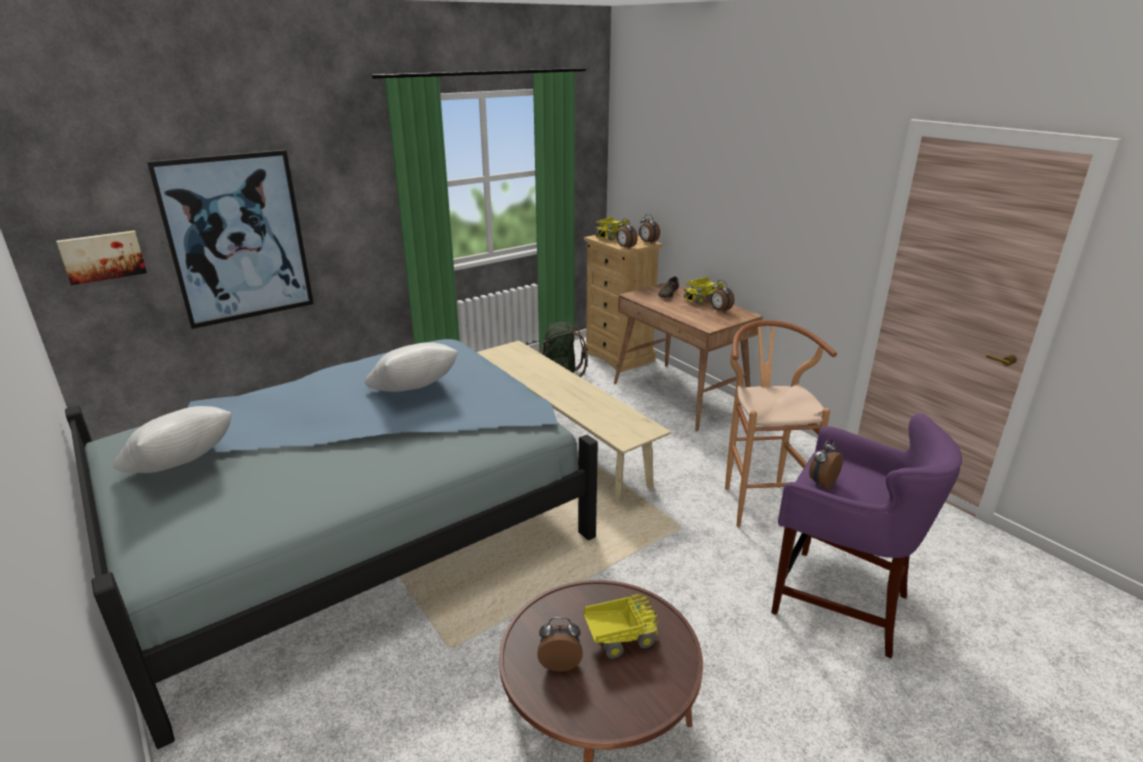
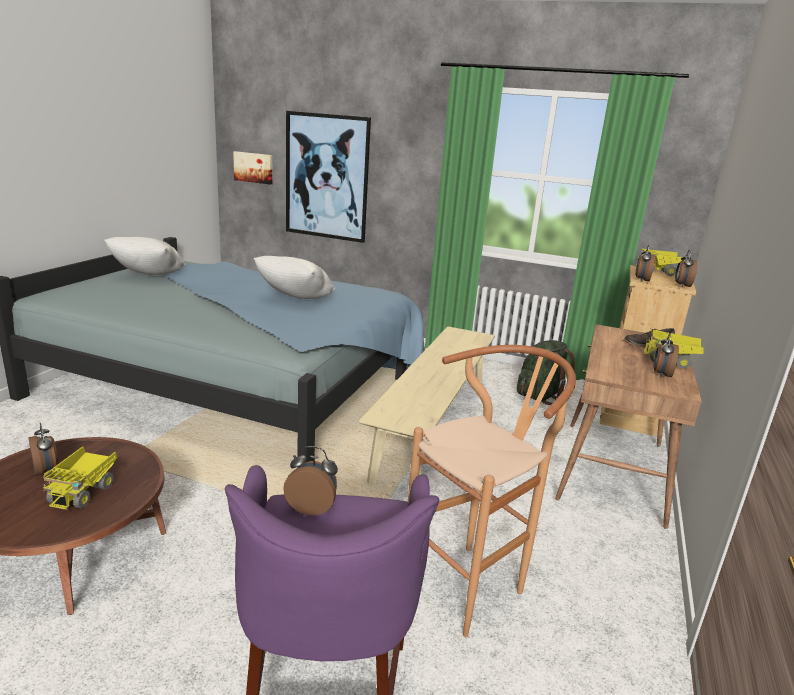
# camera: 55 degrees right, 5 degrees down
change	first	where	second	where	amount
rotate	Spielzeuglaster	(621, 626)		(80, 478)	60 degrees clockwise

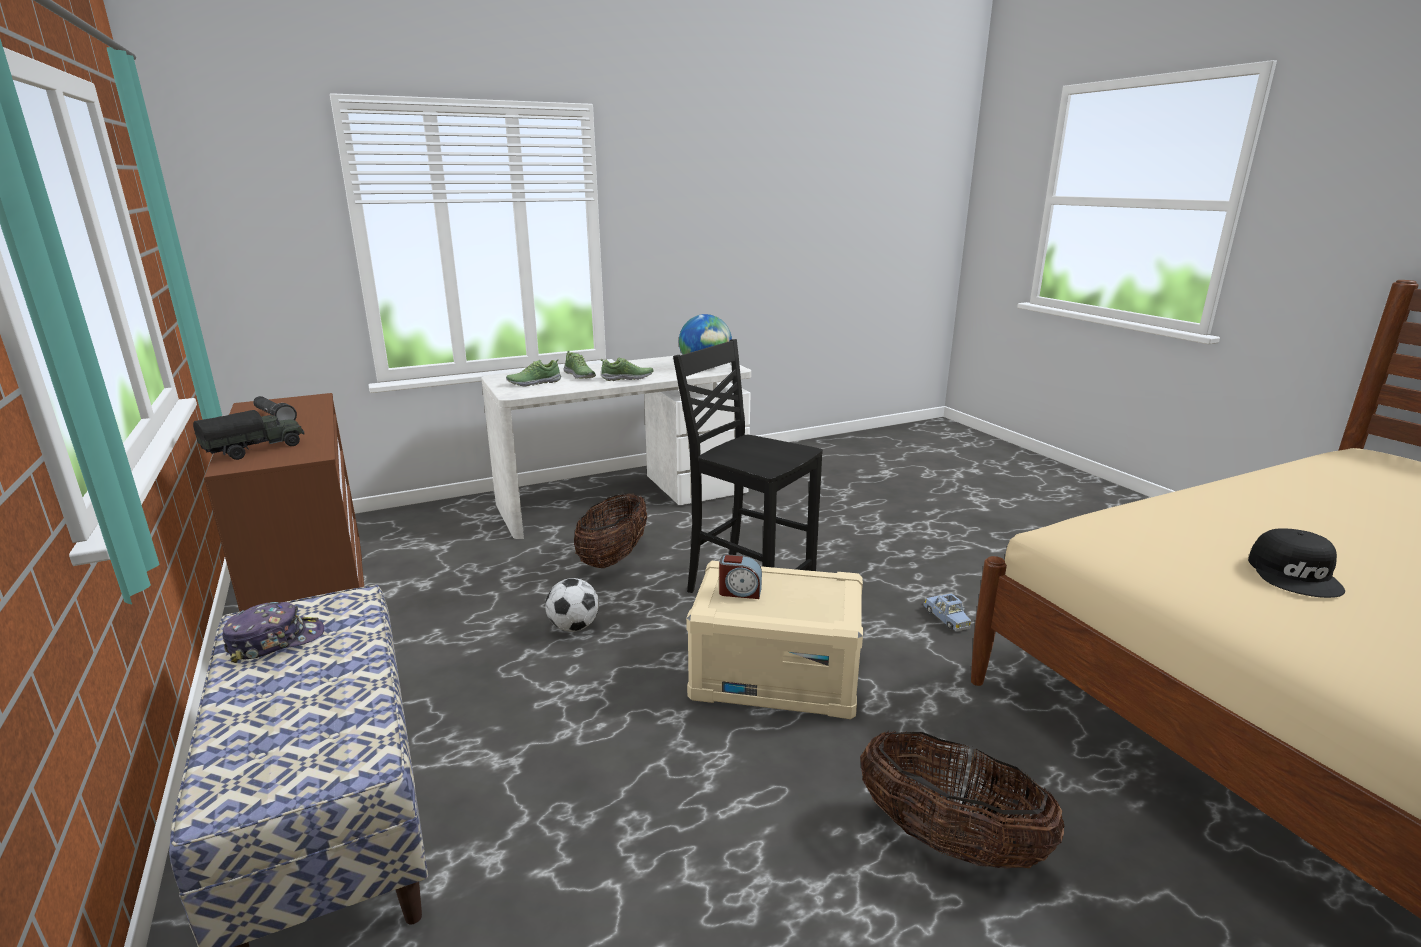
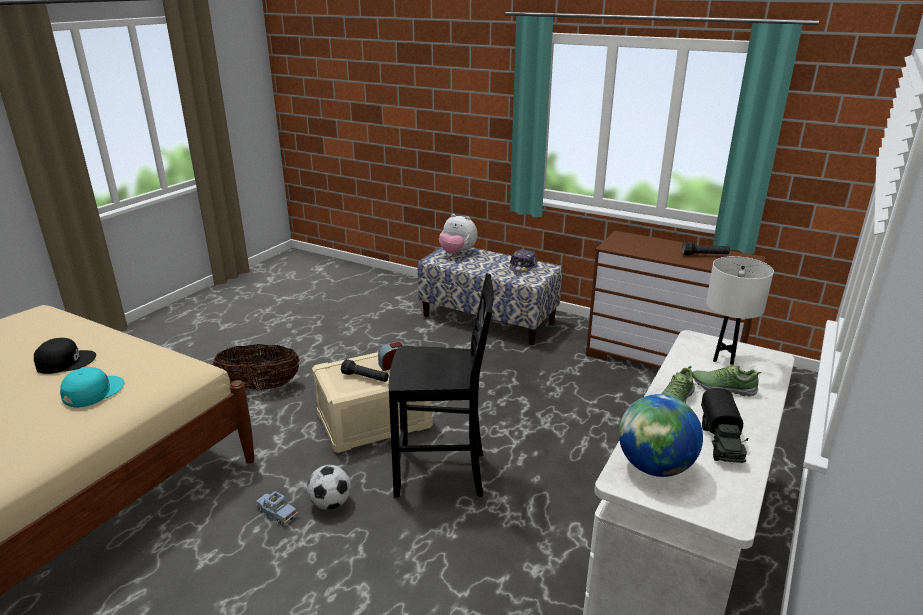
# camera: 145 degrees right, 5 degrees up
change	first	where	second	where	amount
move	Spielzeuglaster	(248, 435)		(724, 425)	
replace	Schuh	(533, 373)	Tischlampe/weiß	(740, 310)	
move	Fußball	(572, 605)		(329, 487)	
delete	Korb	(610, 530)			
rotate	Kappe/schwarz	(1296, 563)		(65, 356)	90 degrees clockwise
insert			Kappe/türkis	(92, 387)	
insert			Taschenlampe/schwarz	(365, 370)	
insert			Plüschtier	(458, 234)	

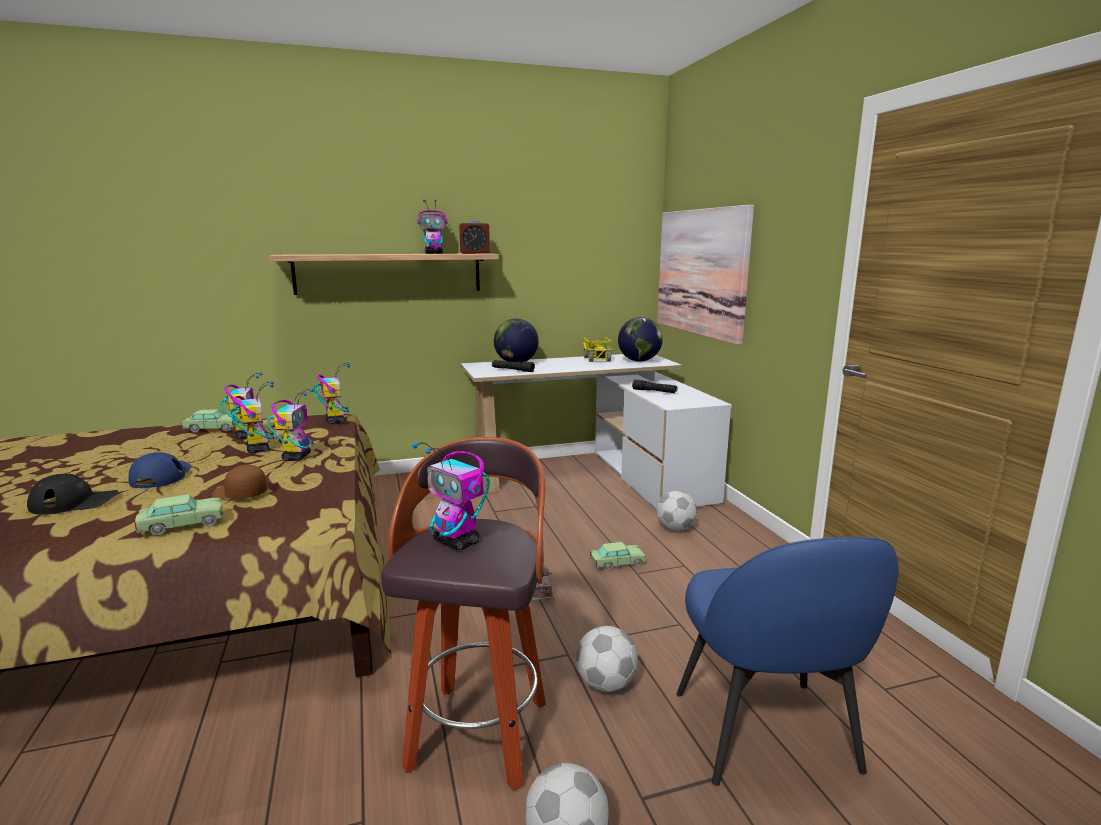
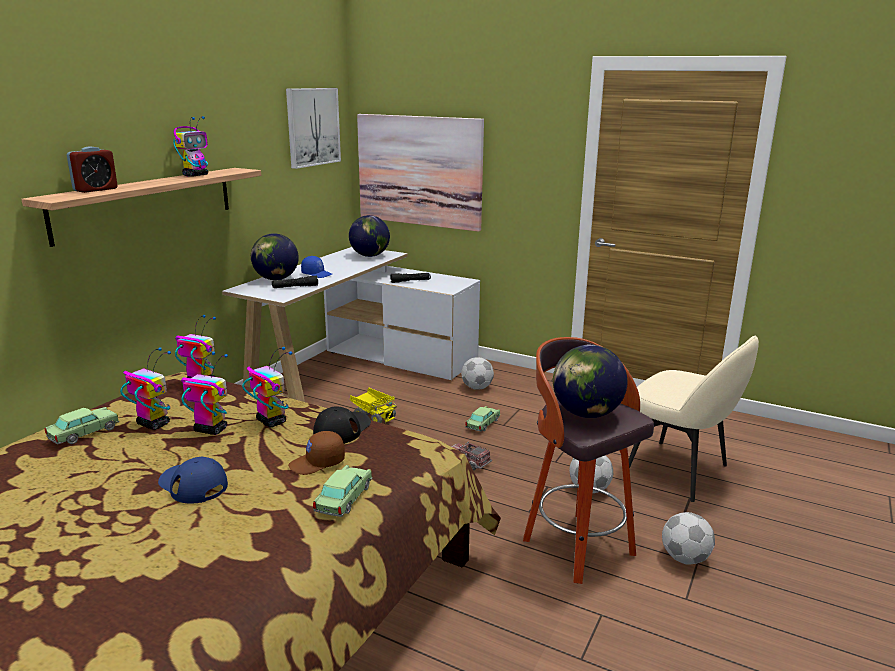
# camera: 45 degrees left, 5 degrees up
change	first	where	second	where	amount
move	Kappe/schwarz	(72, 494)		(342, 425)	
replace	Spielzeugroboter	(451, 496)	Globus	(590, 381)	
move	Wecker	(474, 237)		(92, 169)	
move	Spielzeuglaster	(597, 349)		(373, 405)	
recolor	Stuhl/blau	(787, 661)	Stuhl/beige	(694, 418)	
insert			Bild	(313, 128)	
insert			Kappe/blau	(316, 267)	

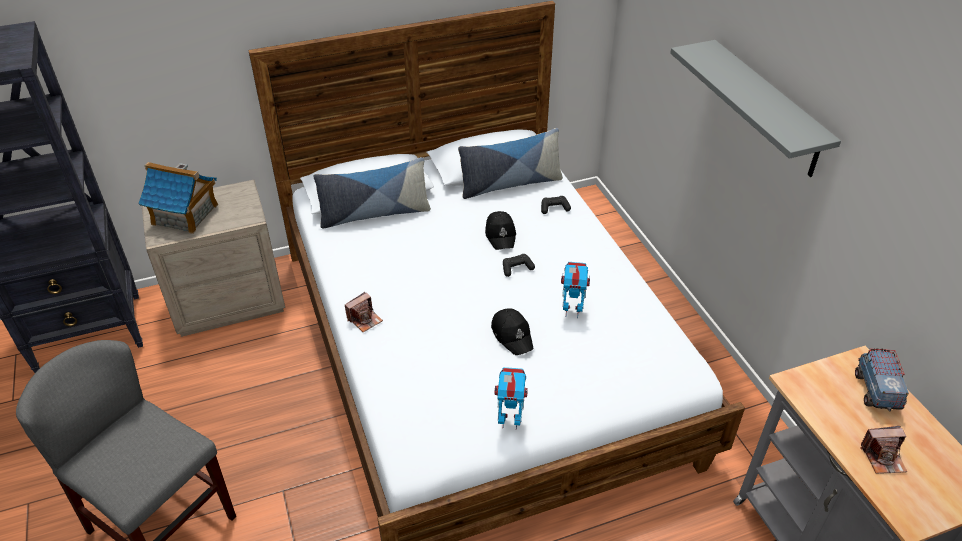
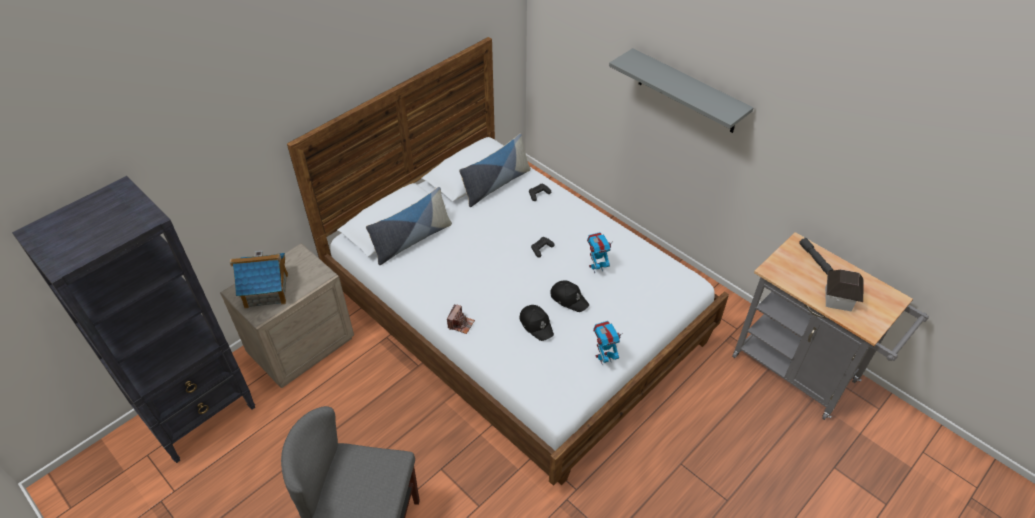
# camera: 25 degrees left, 5 degrees up
change	first	where	second	where	amount
move	Kappe/schwarz	(500, 230)		(537, 323)	
replace	Spielzeuglaster	(882, 379)	Taschenlampe/grau	(816, 256)	
replace	Kamera	(883, 450)	Spielzeughaus	(844, 290)	

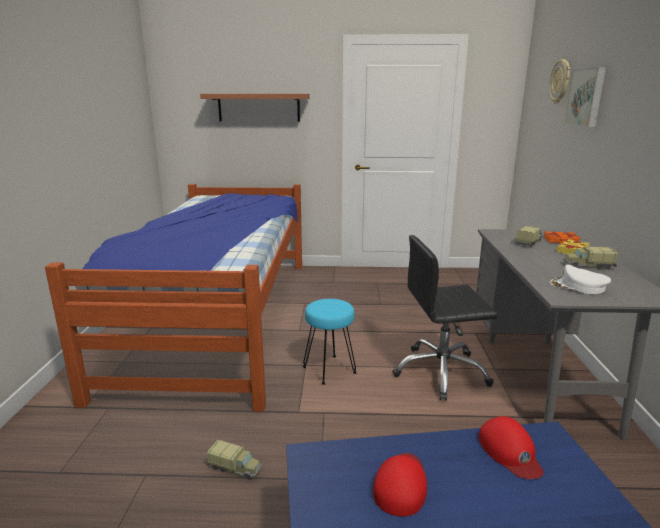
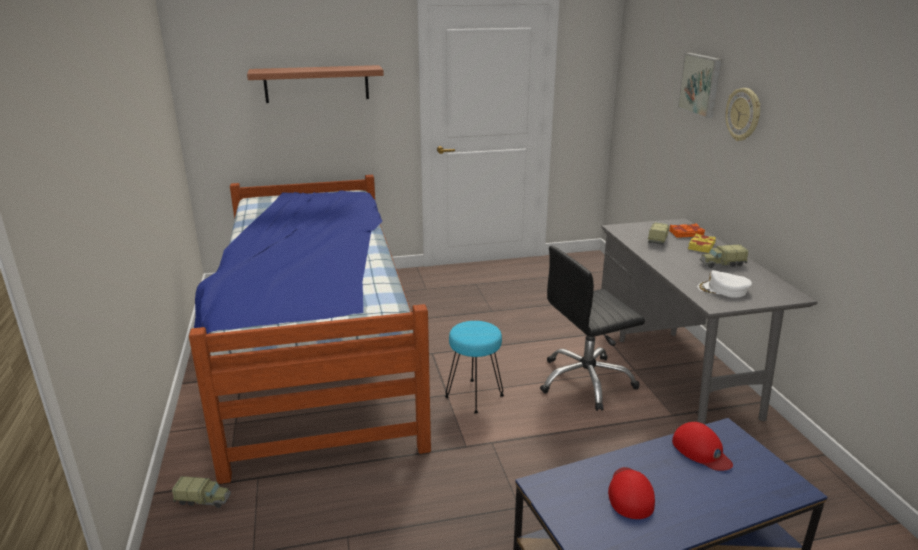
# camera: 15 degrees left, 5 degrees up
change	first	where	second	where	amount
move	Spielzeuglaster	(234, 460)		(201, 492)	
move	Wanduhr	(559, 81)		(743, 114)	

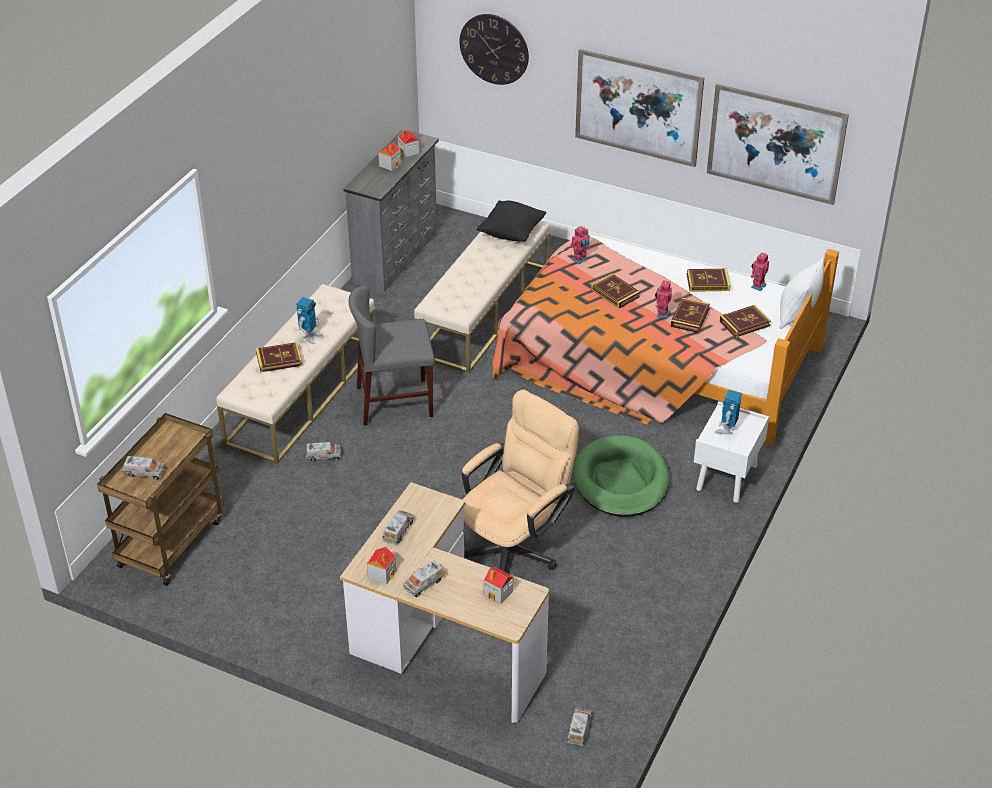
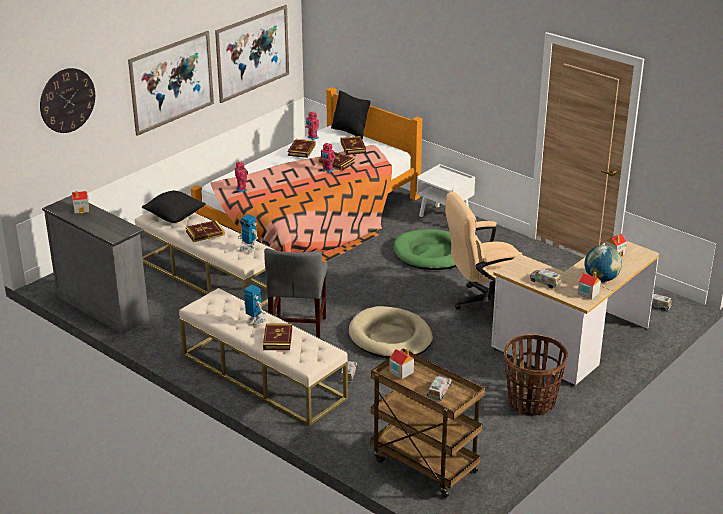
# camera: 75 degrees left, 10 degrees down
change	first	where	second	where	amount
move	Spielzeughaus	(389, 156)		(401, 364)	
replace	Spielzeuglaster	(424, 578)	Globus	(603, 263)	
rotate	Bürostuhl/beige	(520, 481)		(483, 251)	75 degrees counterclockwise
move	Buch	(615, 291)		(205, 231)	
move	Spielzeugroboter	(728, 412)		(248, 234)	
recolor	Kissen/weiß	(801, 293)	Kissen/schwarz	(351, 114)	
insert			Hundebett/beige	(391, 332)	
insert			Korb	(535, 375)	

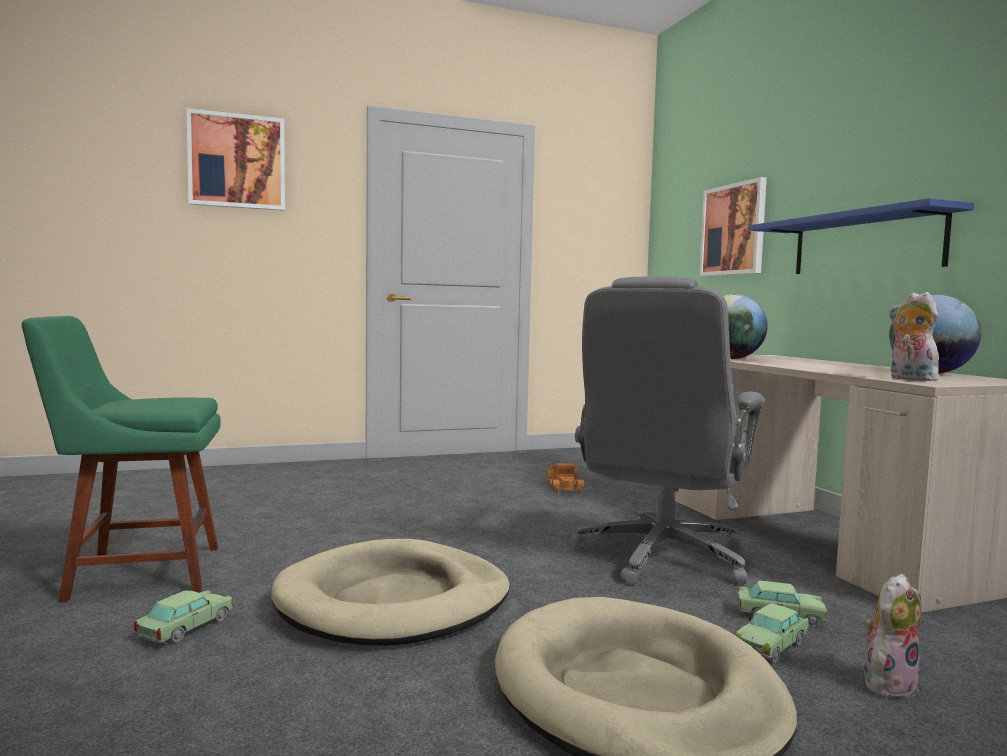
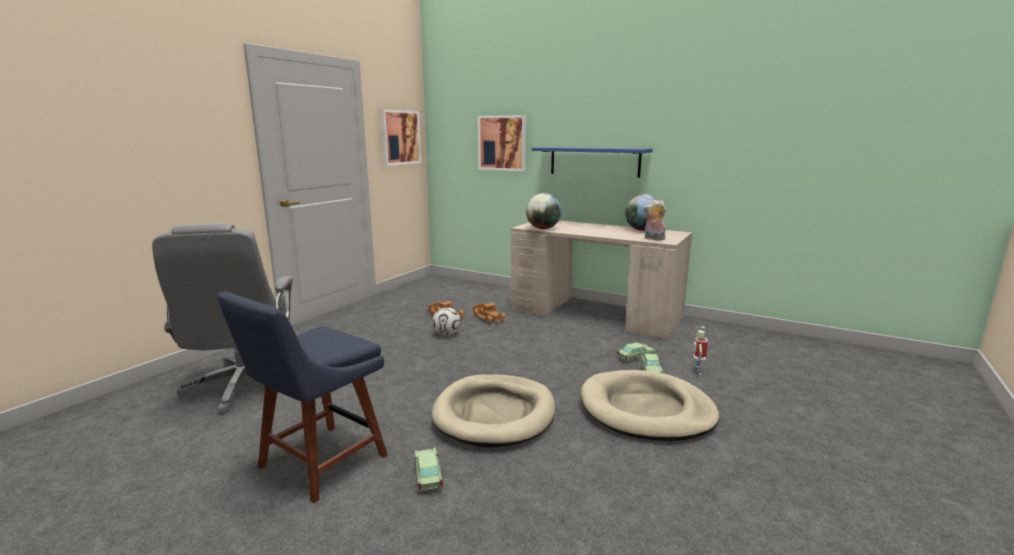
# camera: 40 degrees left, 10 degrees up
change	first	where	second	where	amount
recolor	Stuhl/grün	(121, 459)	Stuhl/blau	(302, 397)	
move	Bild	(235, 159)		(401, 137)	
move	Bürostuhl/grau	(668, 430)		(222, 318)	
replace	Plüschtier	(892, 636)	Spielzeugroboter	(700, 350)	
insert			Fußball	(446, 321)	
insert			Spielzeuglaster	(489, 313)	

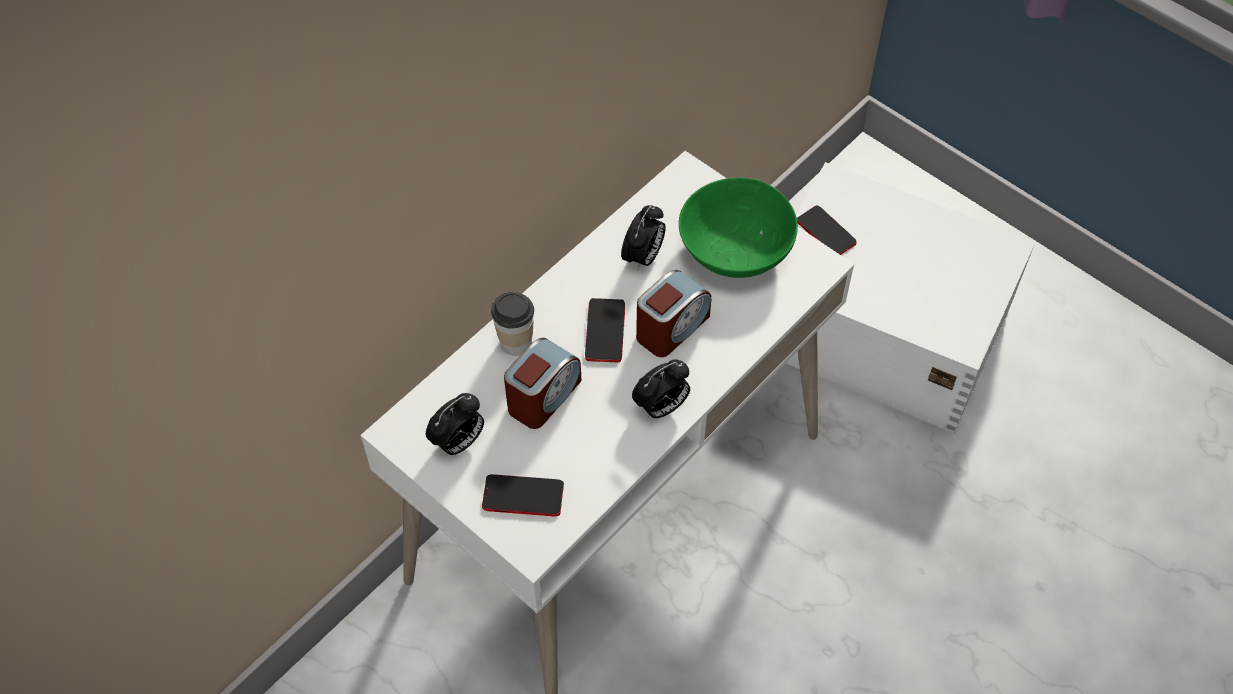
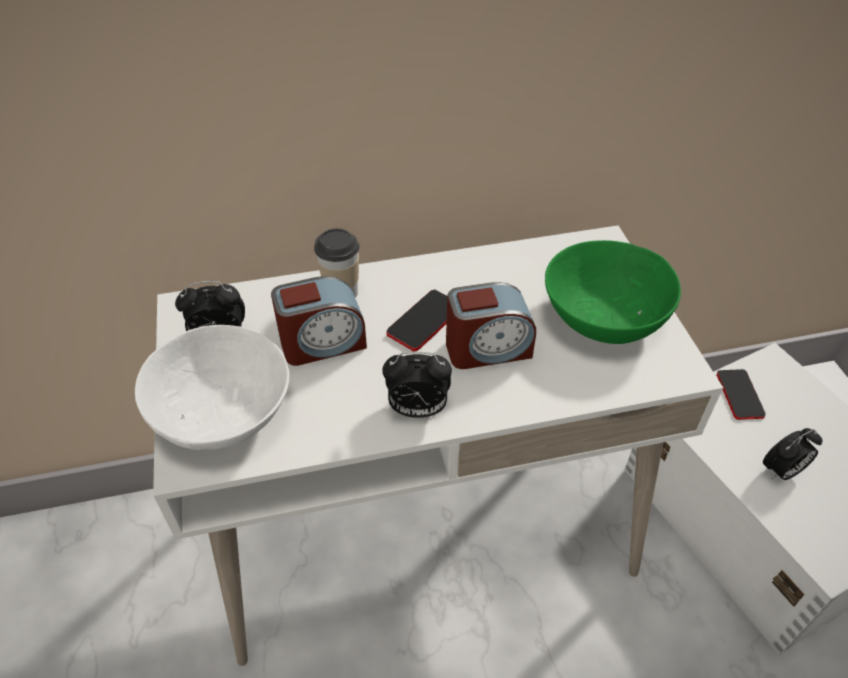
# camera: 35 degrees right, 10 degrees down
change	first	where	second	where	amount
replace	Handy	(523, 495)	Schüssel/weiß	(212, 387)	
move	Wecker	(643, 237)		(792, 454)	

